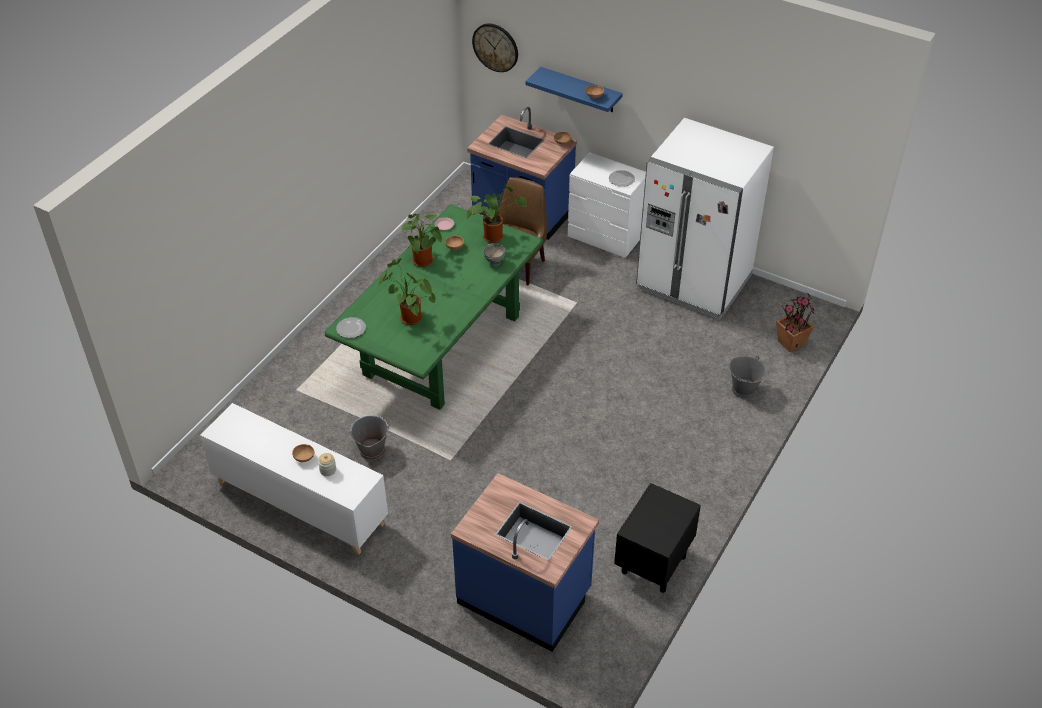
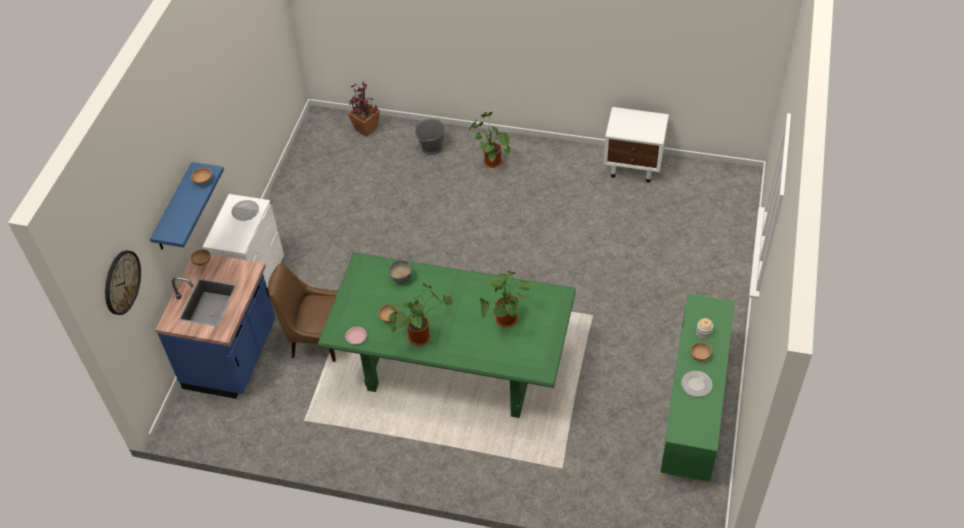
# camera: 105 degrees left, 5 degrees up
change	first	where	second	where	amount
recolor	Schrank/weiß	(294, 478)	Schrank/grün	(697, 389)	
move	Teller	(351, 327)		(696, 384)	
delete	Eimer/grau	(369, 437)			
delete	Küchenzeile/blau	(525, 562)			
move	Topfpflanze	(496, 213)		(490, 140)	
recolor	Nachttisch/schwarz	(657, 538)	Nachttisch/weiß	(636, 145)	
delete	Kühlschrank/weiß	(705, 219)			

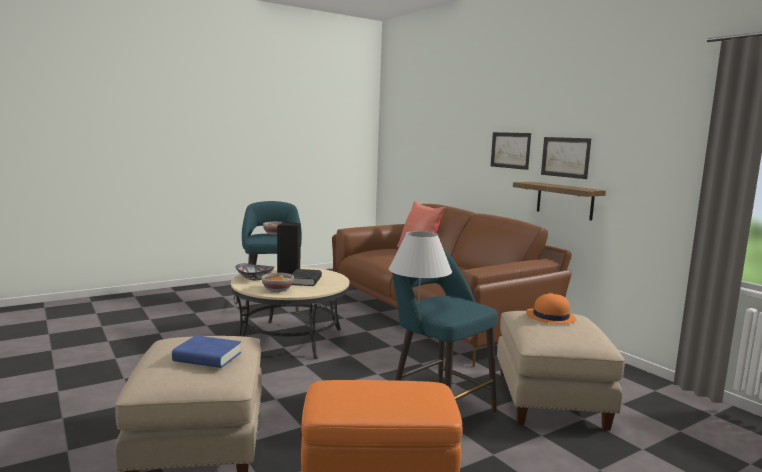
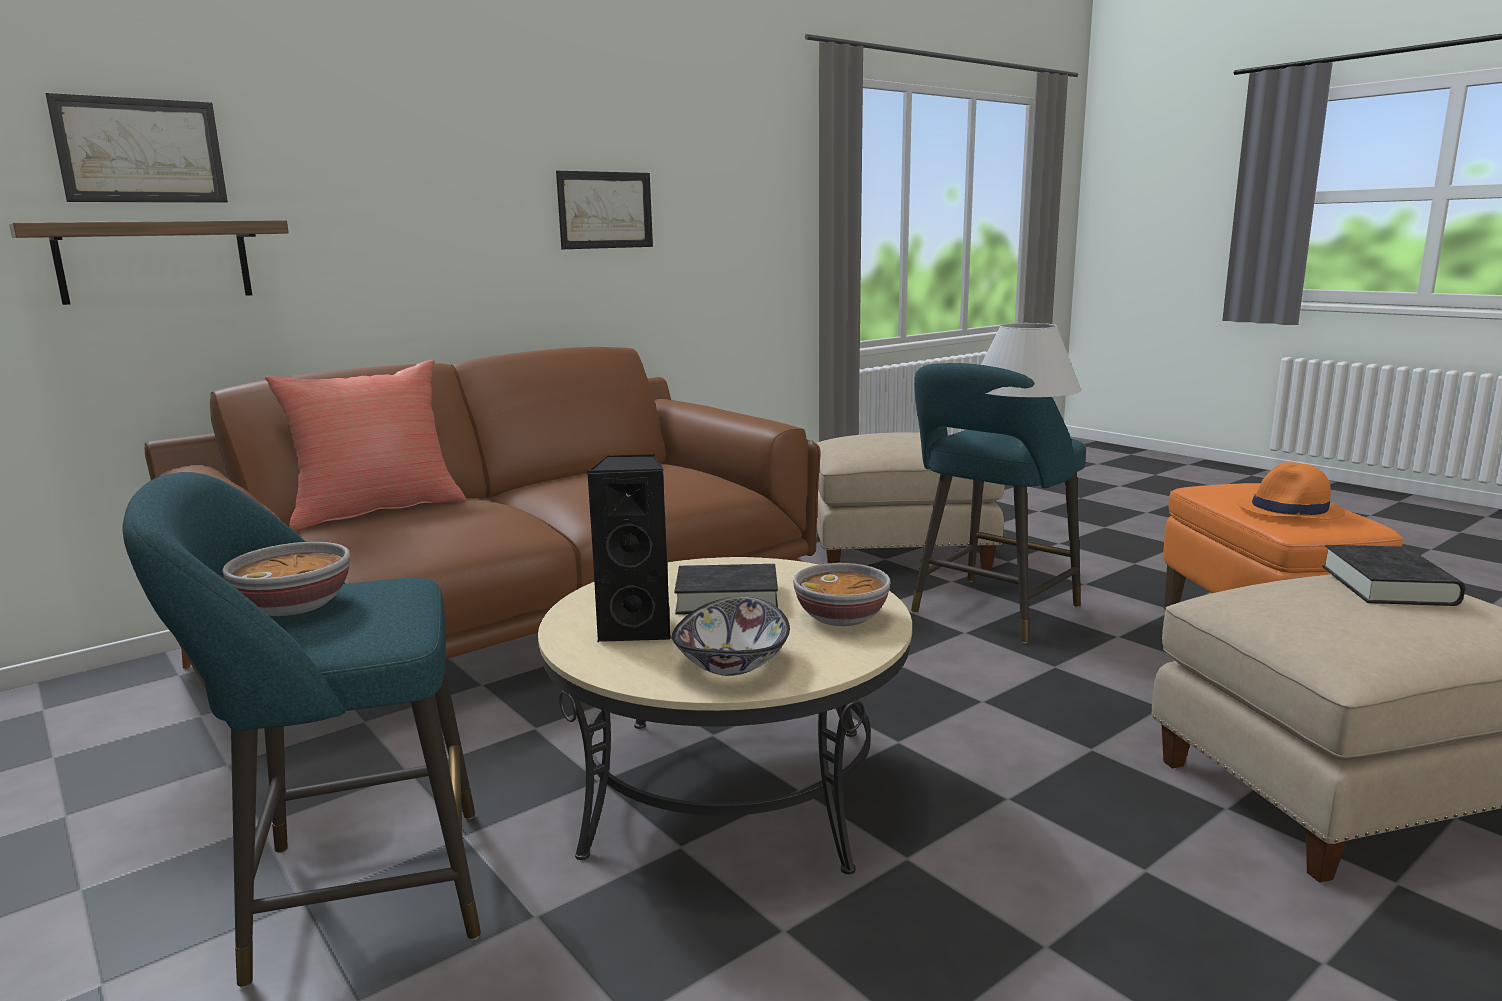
# camera: 95 degrees left, 5 degrees up
change	first	where	second	where	amount
recolor	Buch/blau	(206, 351)	Buch/schwarz	(1393, 575)	
move	Bild	(511, 151)		(136, 147)	
move	Wandregal	(559, 201)		(149, 262)	
move	Hut/orange	(551, 308)		(1291, 491)	

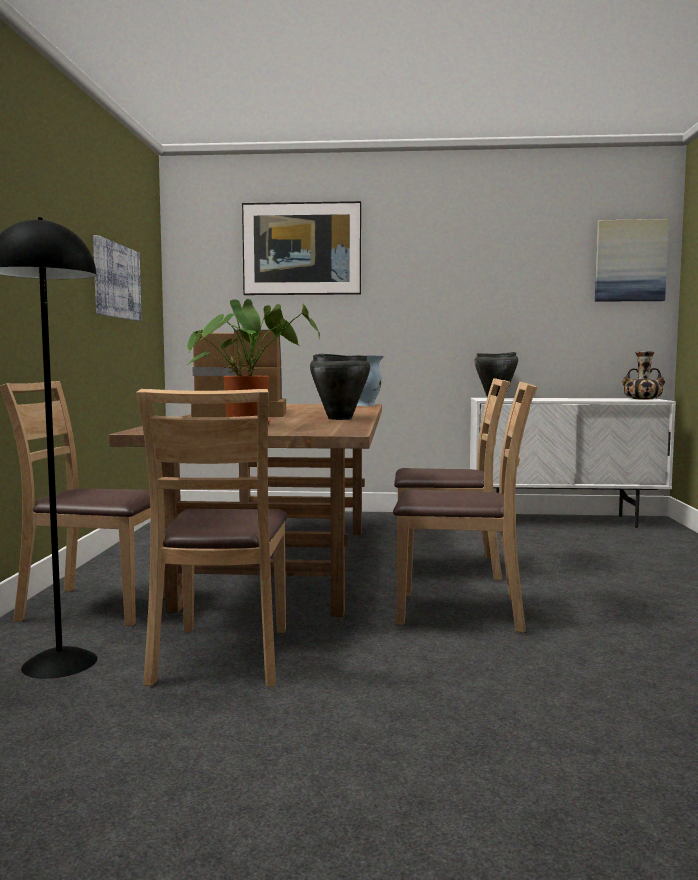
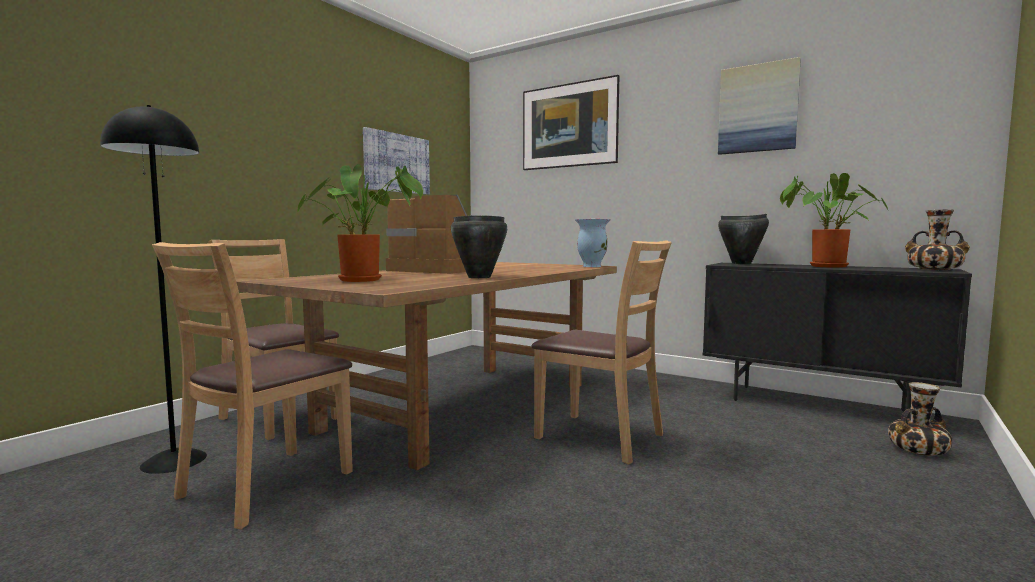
# camera: 30 degrees right, 0 degrees up
change	first	where	second	where	amount
delete	Stuhl/braun	(465, 507)			
recolor	Schrank/weiß	(573, 463)	Schrank/schwarz	(837, 340)	
move	Bild	(632, 260)		(759, 106)	
insert			Topfpflanze	(834, 220)	
insert			Vase	(920, 419)	

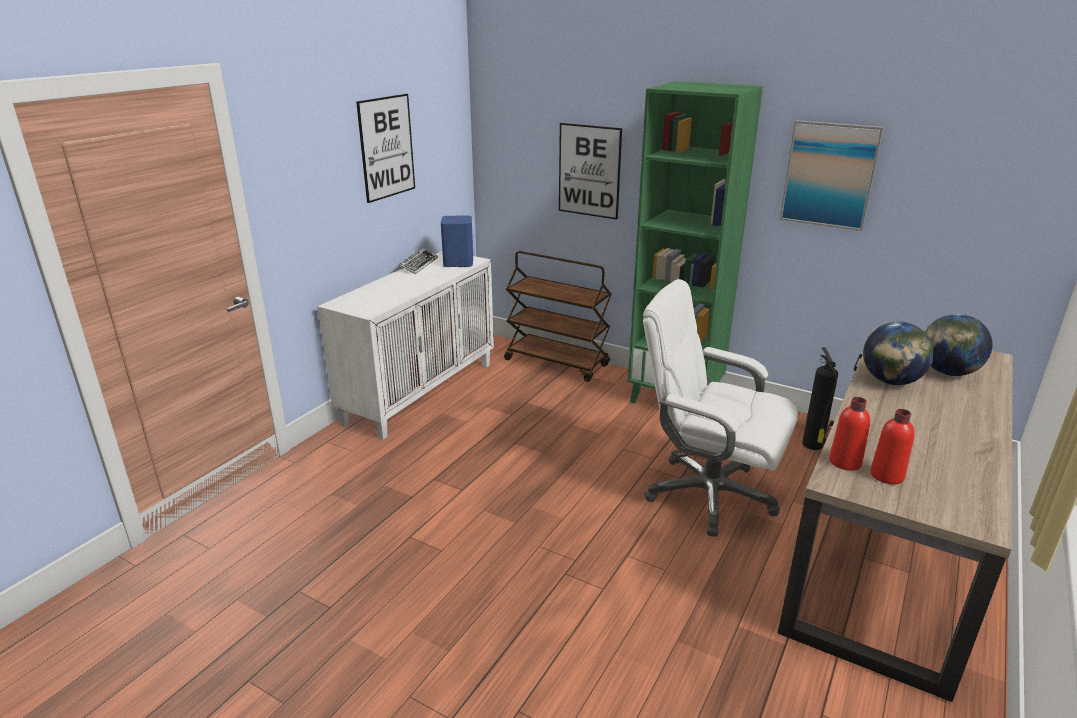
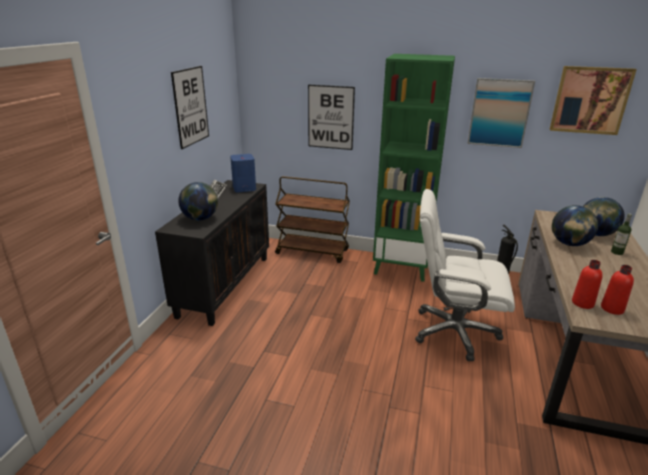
# camera: 15 degrees left, 0 degrees up
change	first	where	second	where	amount
recolor	Schrank/weiß	(405, 345)	Schrank/schwarz	(212, 253)	
insert			Globus	(198, 201)	
insert			Bild	(593, 100)	
insert			Flasche	(621, 234)	

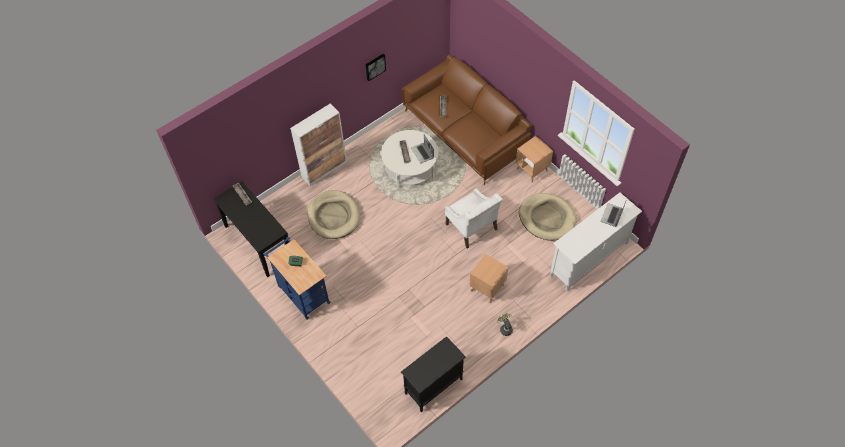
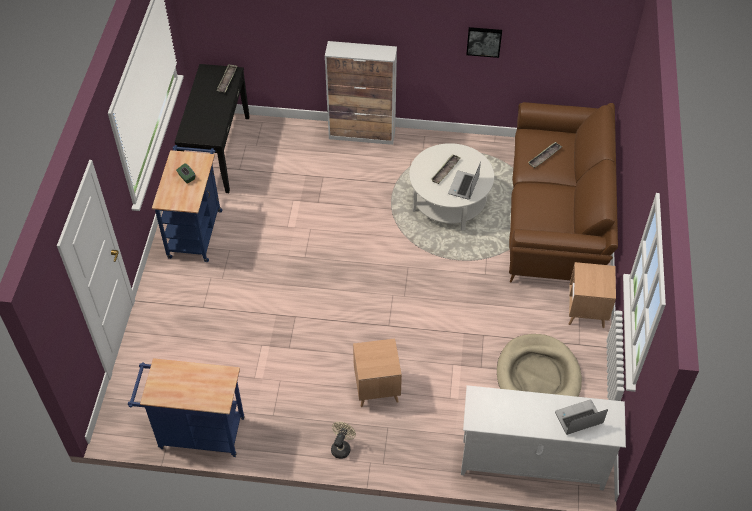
# camera: 45 degrees right, 5 degrees down
change	first	where	second	where	amount
delete	Hundebett/beige	(334, 214)			
replace	Schrank/schwarz	(433, 374)	Rollwagen/blau	(186, 407)	
delete	Sessel/weiß	(473, 218)			

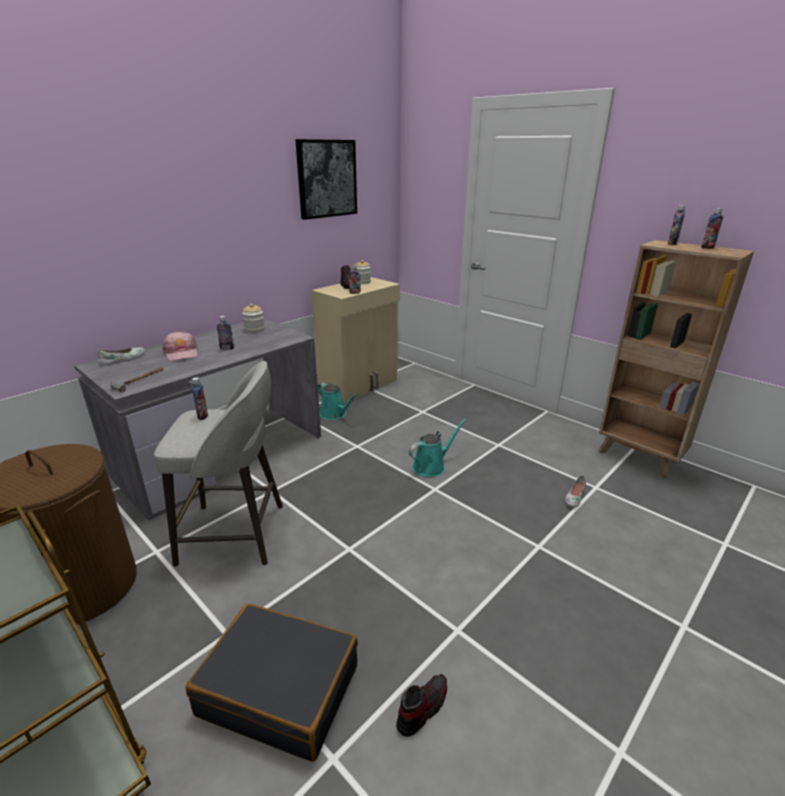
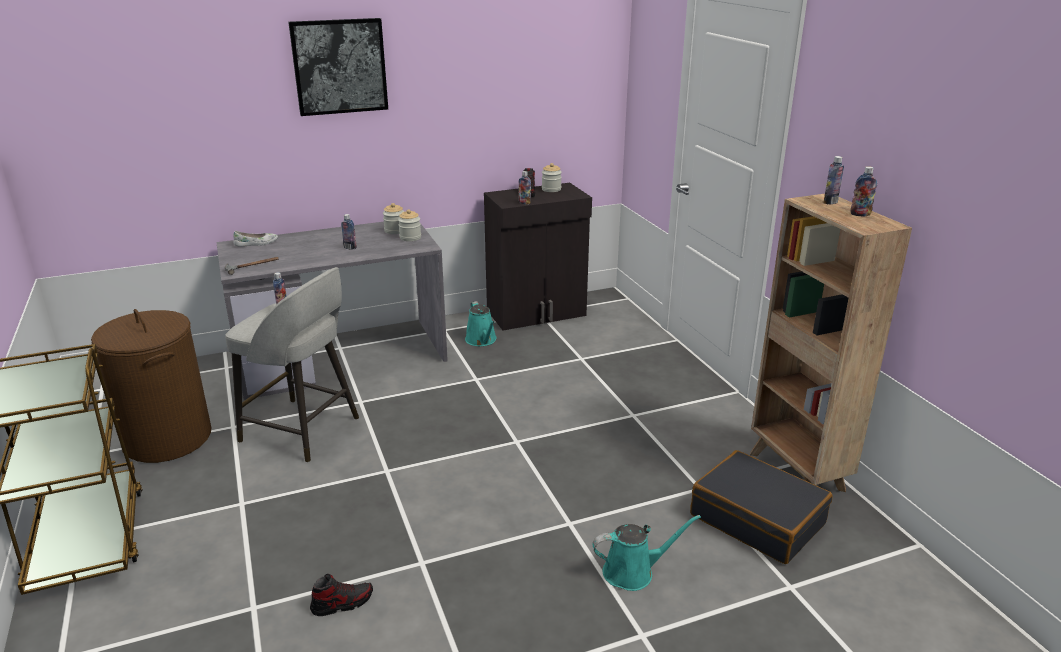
# camera: 25 degrees right, 0 degrees up
change	first	where	second	where	amount
delete	Kappe/rosa	(180, 346)			
move	Koffer/schwarz	(272, 682)		(761, 507)	
move	Bild	(326, 179)		(338, 67)	
recolor	Schrank/beige	(355, 340)	Schrank/schwarz	(538, 256)	
move	Gießkanne/türkis	(437, 448)		(646, 553)	
delete	Schuh/weiß	(575, 491)			
insert			Vorratsglas	(409, 225)	

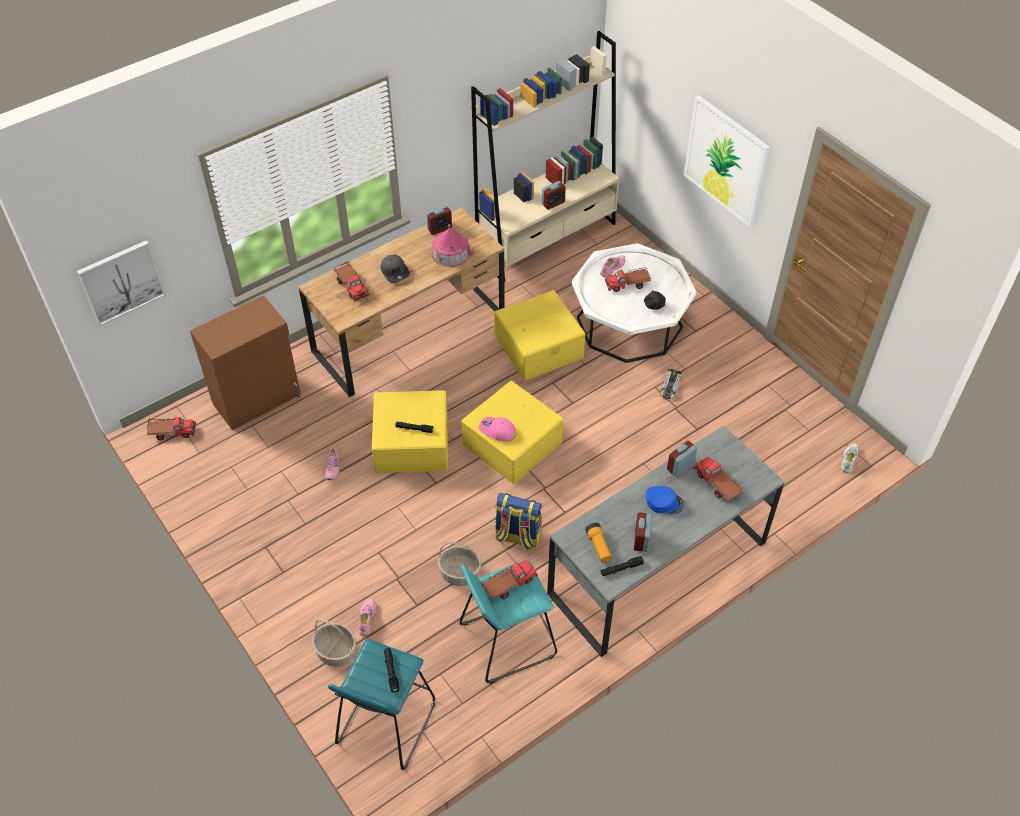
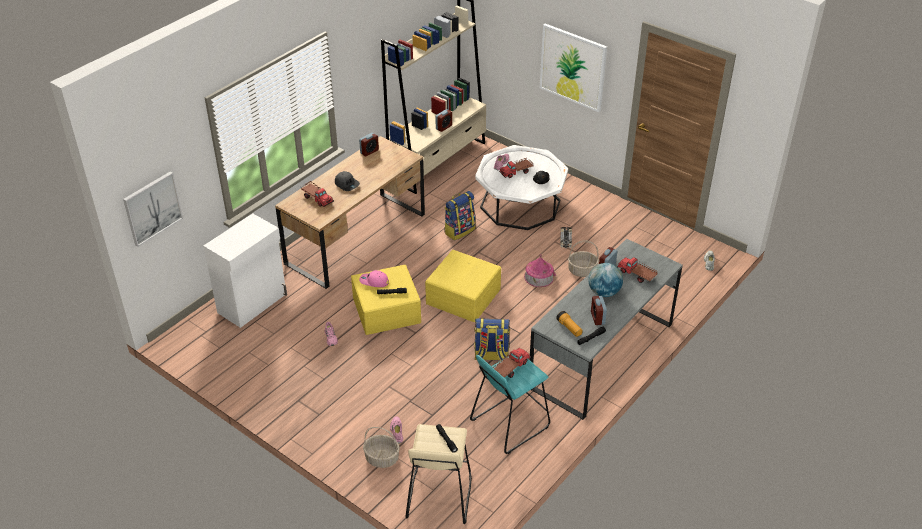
# camera: 15 degrees left, 10 degrees down
change	first	where	second	where	amount
delete	Spielzeuglaster	(171, 428)			
recolor	Schrank/braun	(245, 362)	Schrank/weiß	(245, 270)	
recolor	Hocker/türkis	(381, 704)	Hocker/beige	(438, 474)	
move	Spielzeughaus	(452, 245)		(540, 270)	
move	Korb	(459, 564)		(583, 258)	
move	Kappe/rosa	(497, 429)		(374, 278)	
replace	Aufbewahrungsbox/gelb	(539, 335)	Rucksack	(460, 215)	
replace	Kappe/blau	(664, 500)	Globus	(605, 280)	

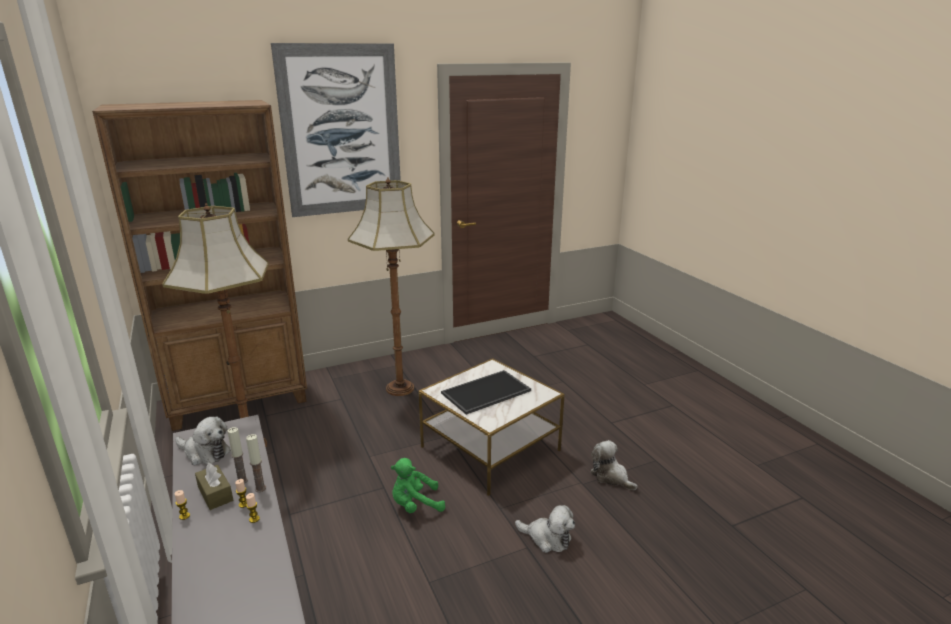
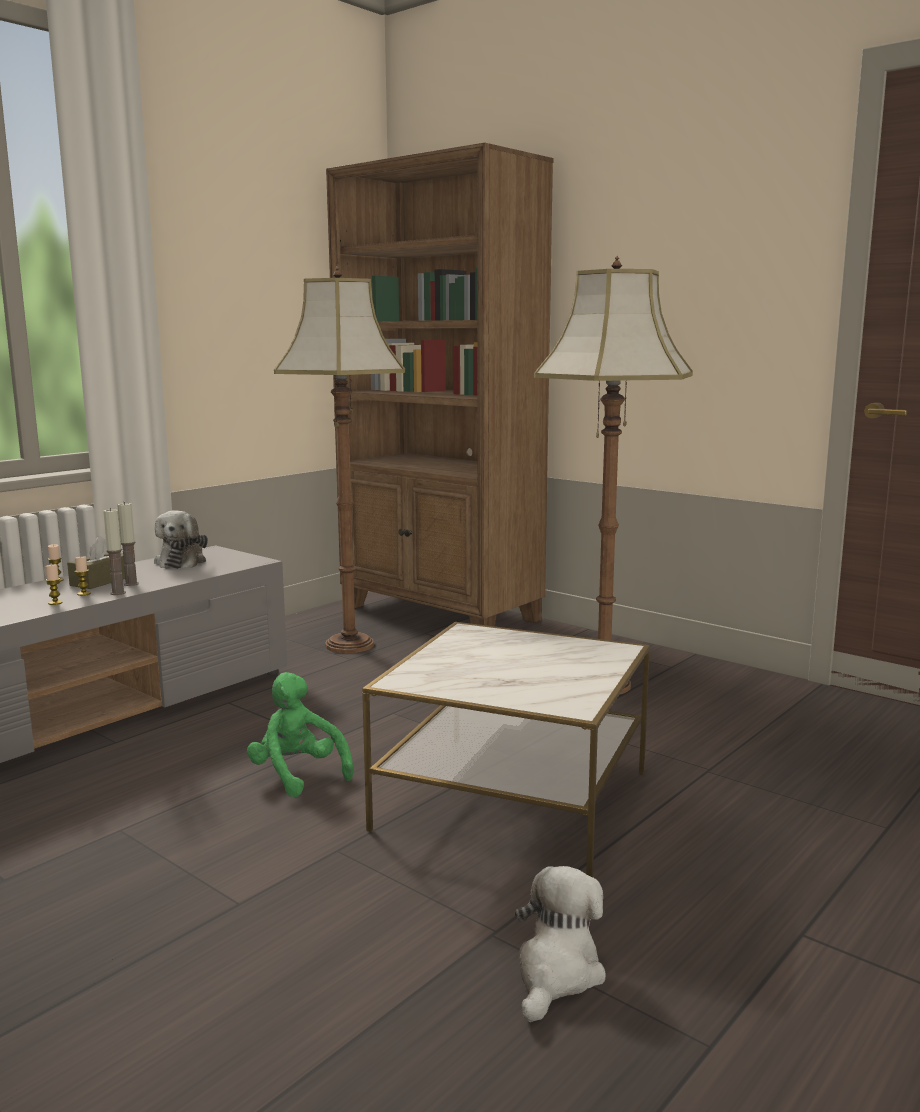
# camera: 65 degrees right, 10 degrees down
change	first	where	second	where	amount
delete	Bild	(336, 130)			
delete	Tablett	(486, 392)			
delete	Plüschtier	(545, 529)			

